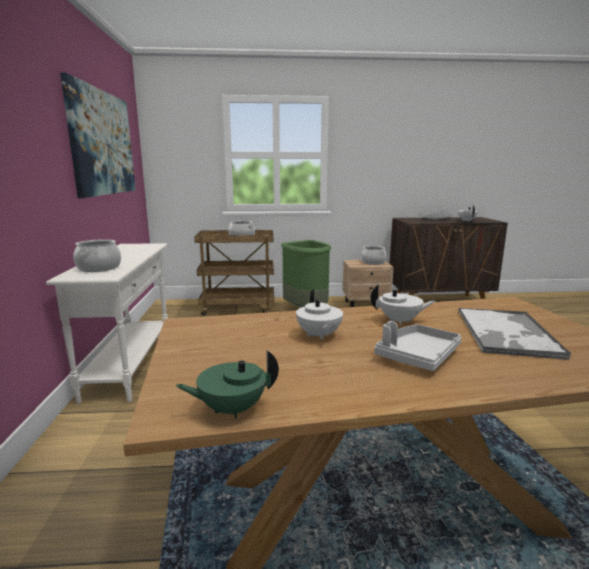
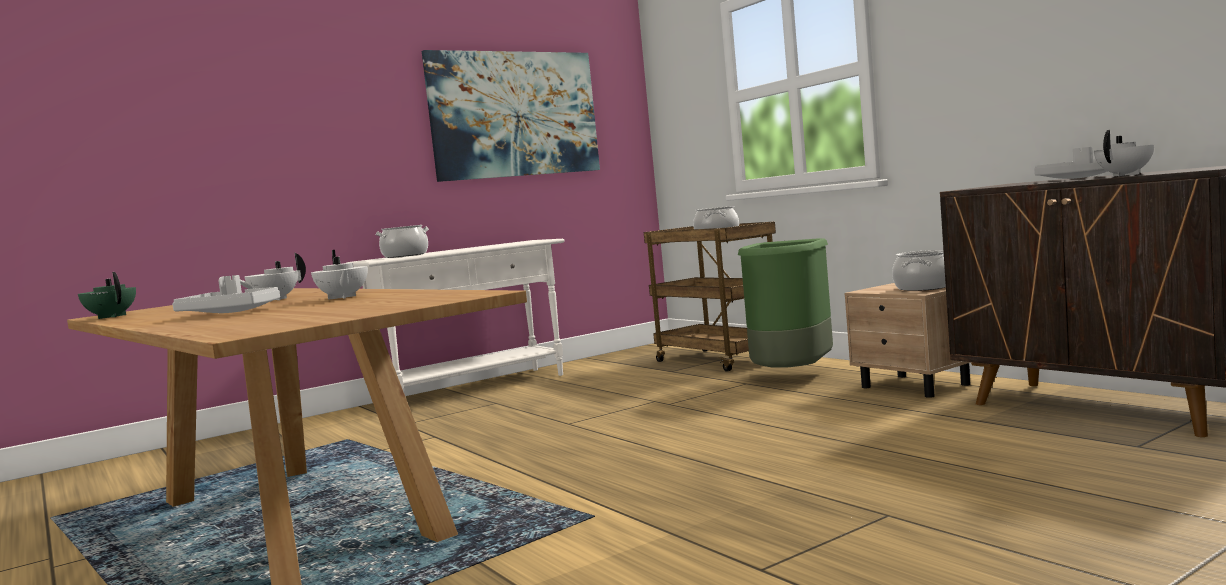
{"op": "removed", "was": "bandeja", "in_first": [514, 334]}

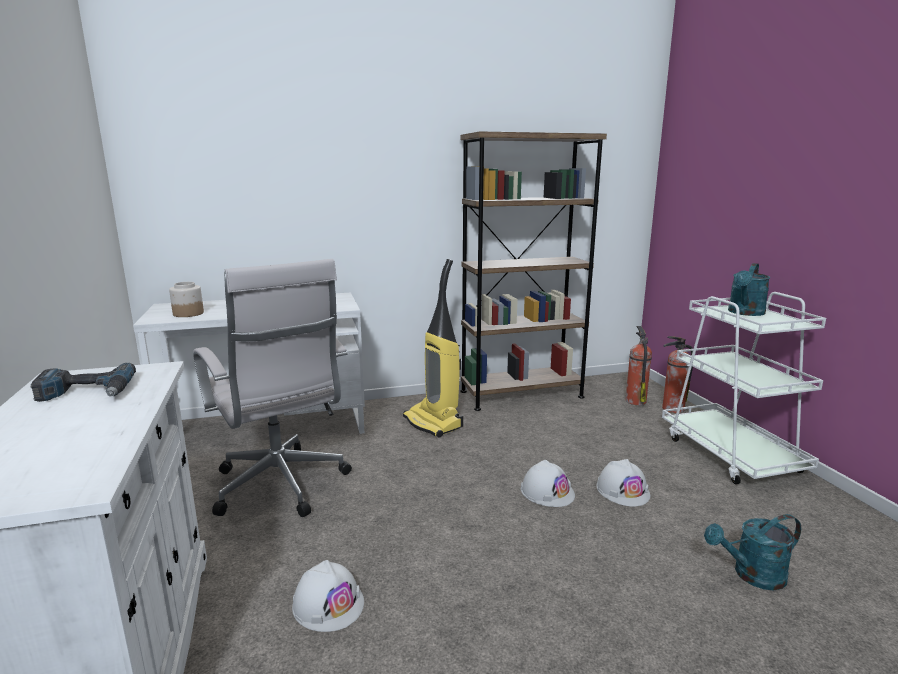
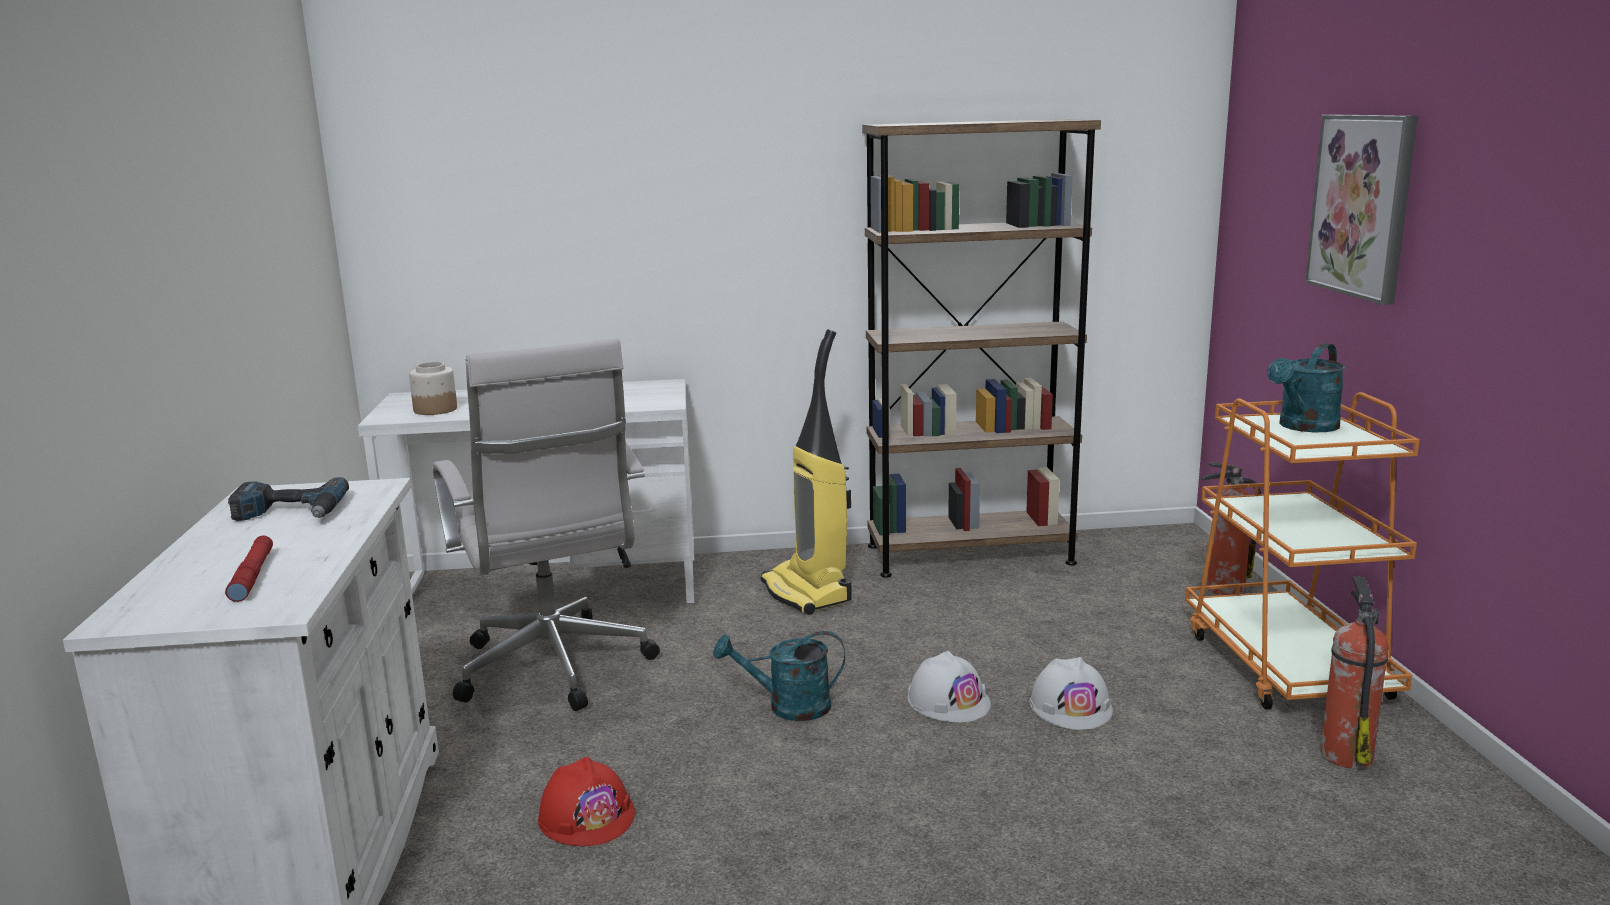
{"op": "recoloured", "was": "carrito [blanco]", "now": "carrito [naranja]", "in_first": [744, 388], "in_second": [1302, 551]}
{"op": "moved", "was": "extintor", "in_first": [638, 365], "in_second": [1354, 672]}
{"op": "moved", "was": "regadera [turquesa]", "in_first": [752, 552], "in_second": [779, 676]}
{"op": "recoloured", "was": "casco [blanco]", "now": "casco [rojo]", "in_first": [328, 596], "in_second": [586, 801]}
{"op": "added", "now": "cuadro", "in_second": [1361, 210]}
{"op": "added", "now": "linterna [rojo]", "in_second": [249, 569]}

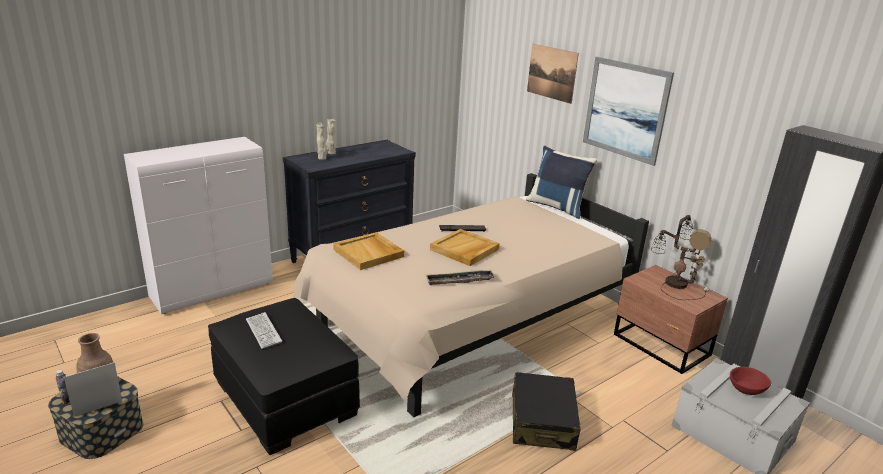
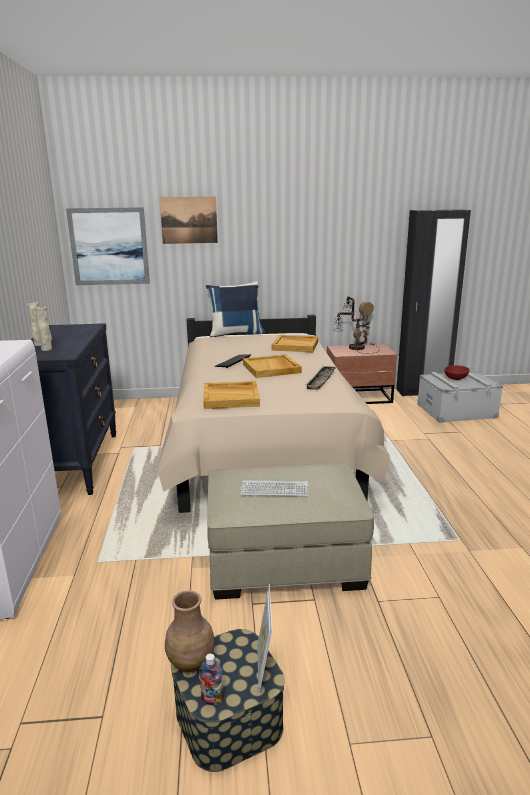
{"op": "moved", "was": "cuadro", "in_first": [628, 111], "in_second": [108, 246]}
{"op": "recoloured", "was": "puf [negro]", "now": "puf [beis]", "in_first": [284, 376], "in_second": [290, 532]}
{"op": "removed", "was": "maleta [negro]", "in_first": [546, 411]}
{"op": "added", "now": "bandeja [beis]", "in_second": [294, 343]}

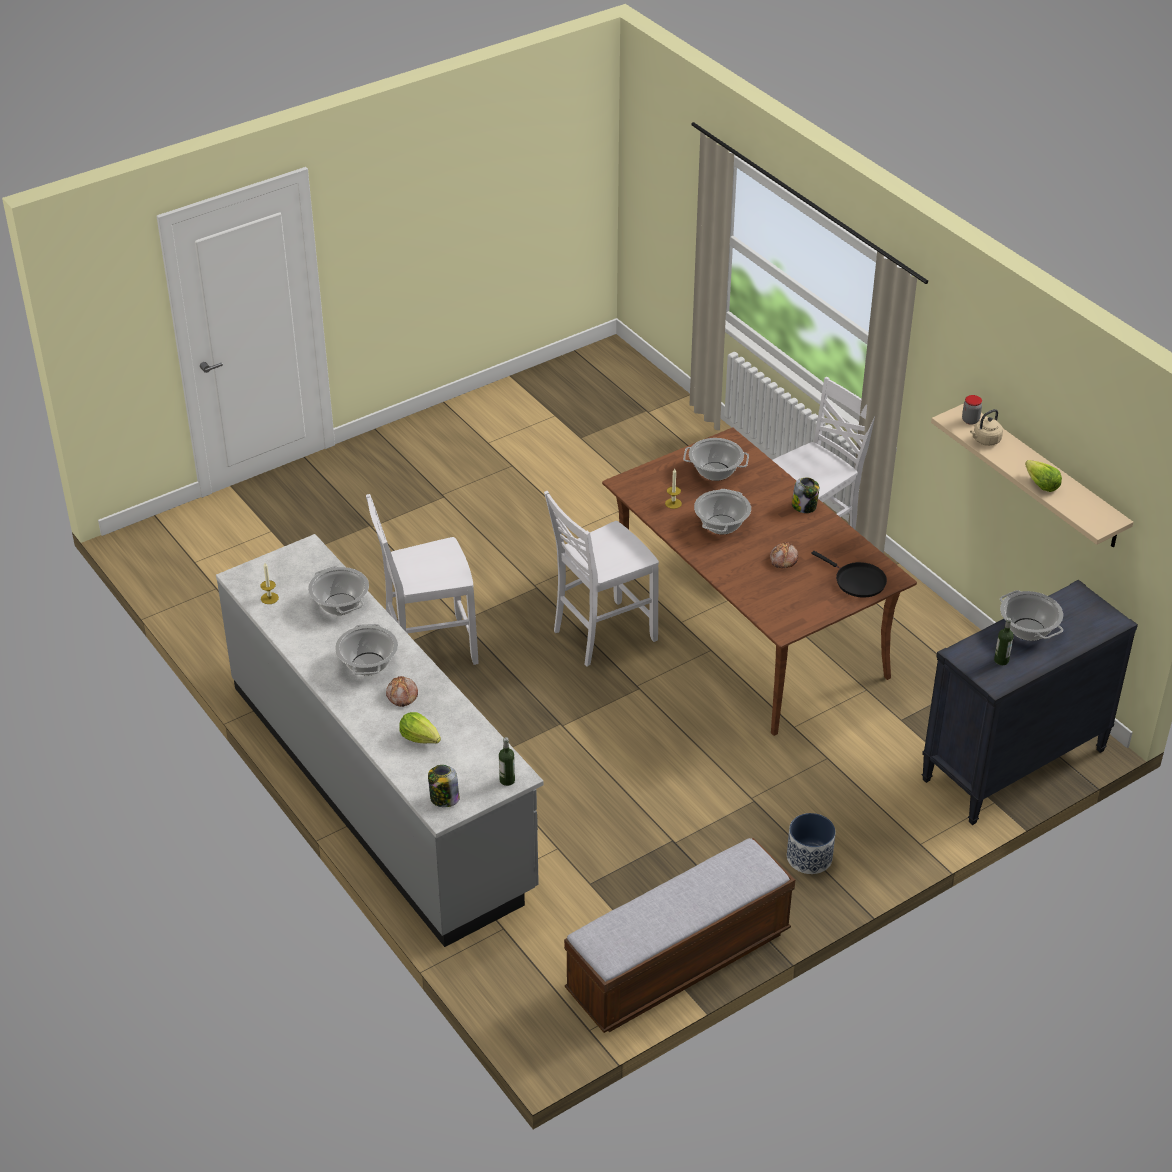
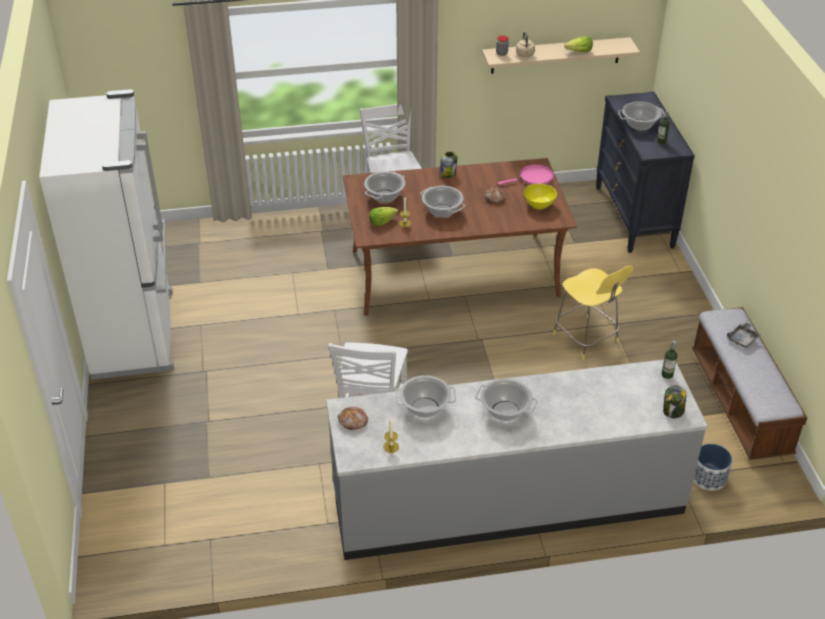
{"op": "removed", "was": "silla [blanco]", "in_first": [601, 579]}
{"op": "recoloured", "was": "sartén [negro]", "now": "sartén [rosa]", "in_first": [849, 574], "in_second": [526, 174]}
{"op": "moved", "was": "pan", "in_first": [402, 691], "in_second": [353, 418]}
{"op": "moved", "was": "lechuga", "in_first": [420, 727], "in_second": [383, 216]}
{"op": "moved", "was": "maceta", "in_first": [811, 843], "in_second": [712, 467]}
{"op": "added", "now": "nevera [blanco]", "in_second": [106, 234]}
{"op": "added", "now": "cuenco [amarillo]", "in_second": [540, 196]}
{"op": "added", "now": "taburete [amarillo]", "in_second": [593, 312]}
{"op": "added", "now": "bandeja [gris]", "in_second": [744, 335]}

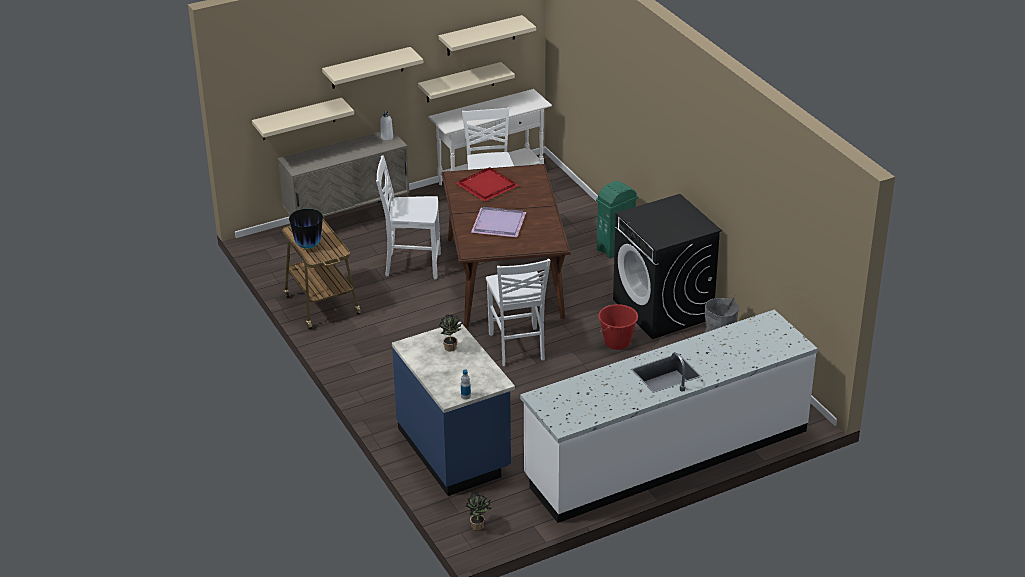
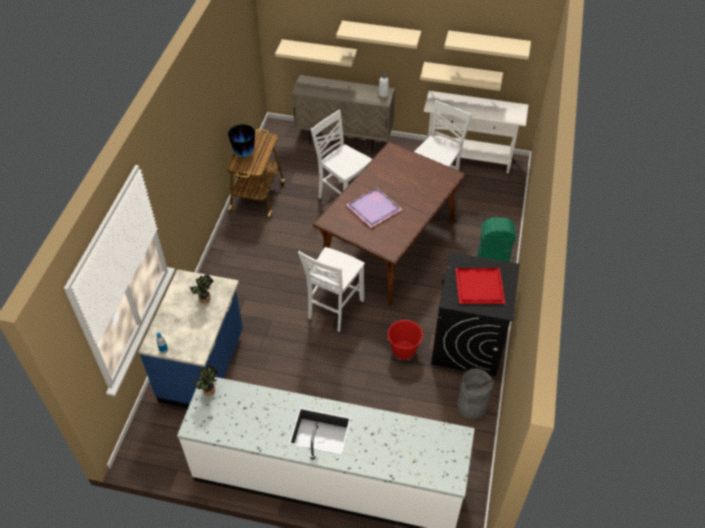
{"op": "moved", "was": "bandeja [rojo]", "in_first": [487, 184], "in_second": [480, 286]}
{"op": "moved", "was": "planta en maceta", "in_first": [478, 512], "in_second": [205, 380]}

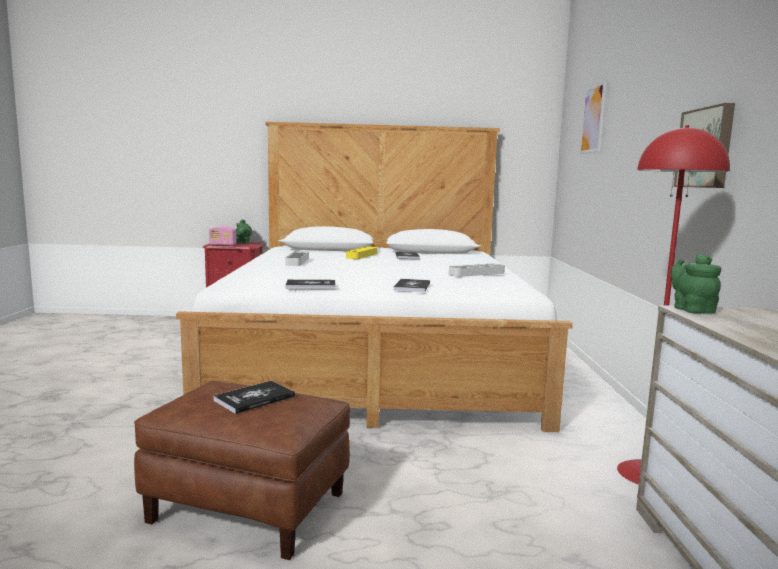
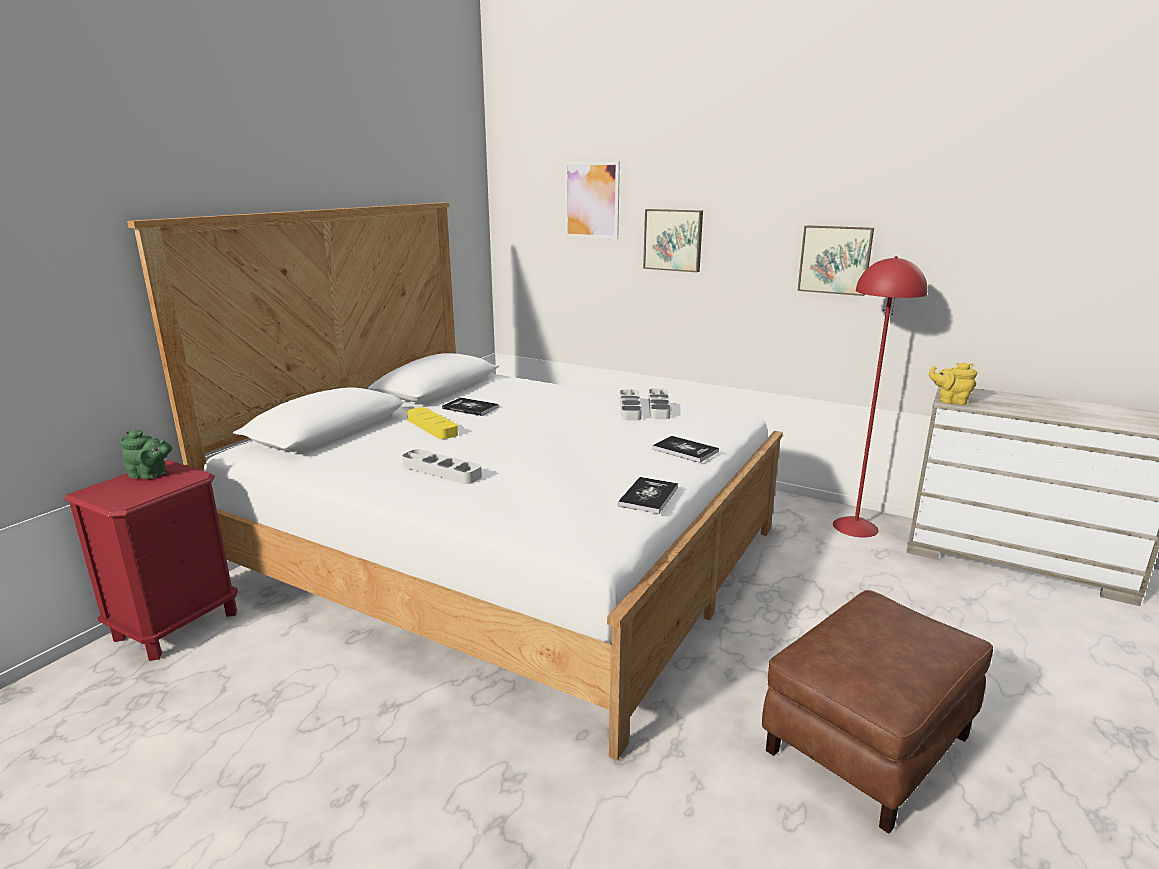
{"op": "removed", "was": "radio", "in_first": [222, 236]}
{"op": "recoloured", "was": "tetera [verde]", "now": "tetera [amarillo]", "in_first": [696, 283], "in_second": [953, 383]}
{"op": "removed", "was": "libro", "in_first": [254, 397]}
{"op": "added", "now": "cuadro", "in_second": [673, 240]}
{"op": "added", "now": "bandeja [gris]", "in_second": [659, 404]}

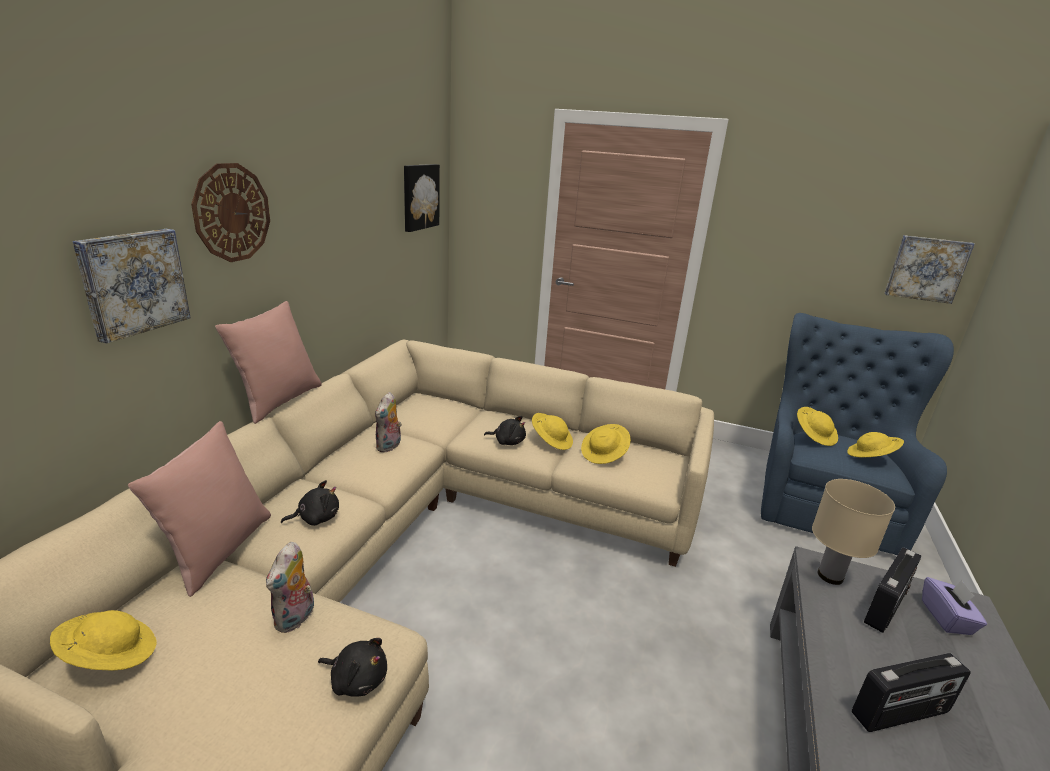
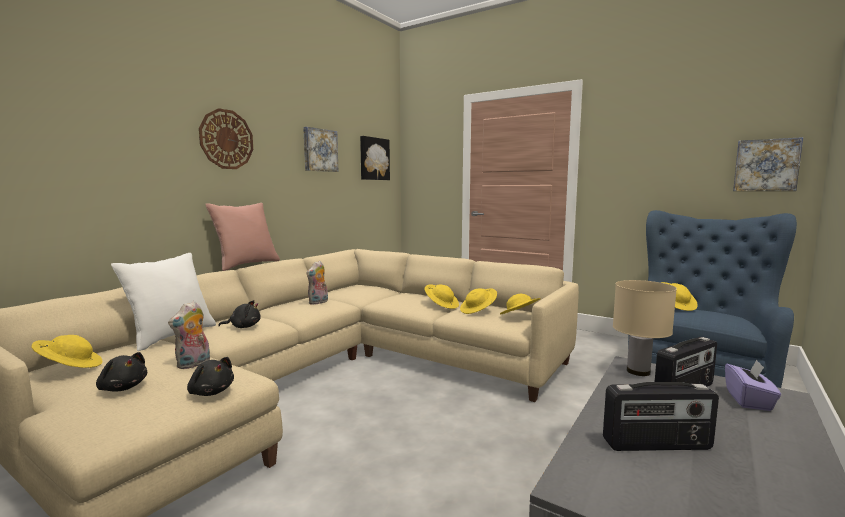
{"op": "moved", "was": "cuadro", "in_first": [131, 286], "in_second": [320, 149]}
{"op": "moved", "was": "peluche [negro]", "in_first": [505, 430], "in_second": [121, 371]}
{"op": "recoloured", "was": "cojín [rosa]", "now": "cojín [blanco]", "in_first": [199, 509], "in_second": [163, 302]}
{"op": "moved", "was": "sombrero [amarillo]", "in_first": [875, 445], "in_second": [520, 304]}

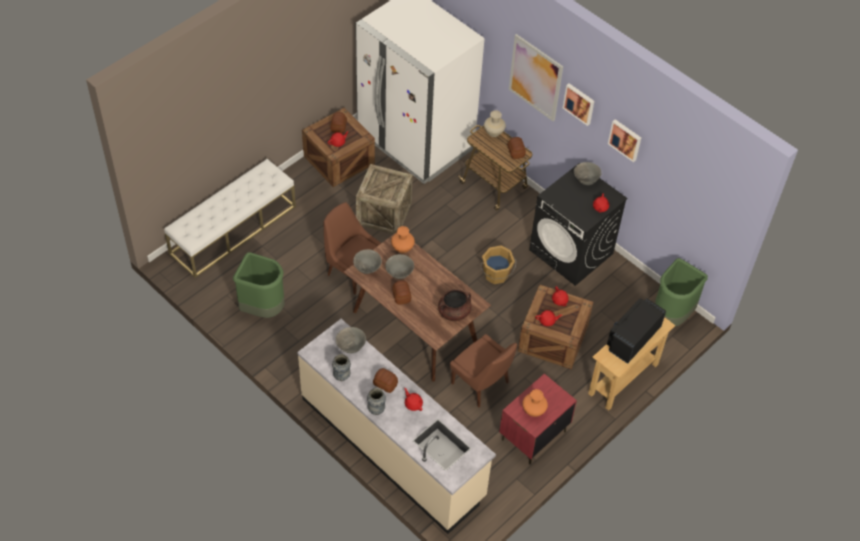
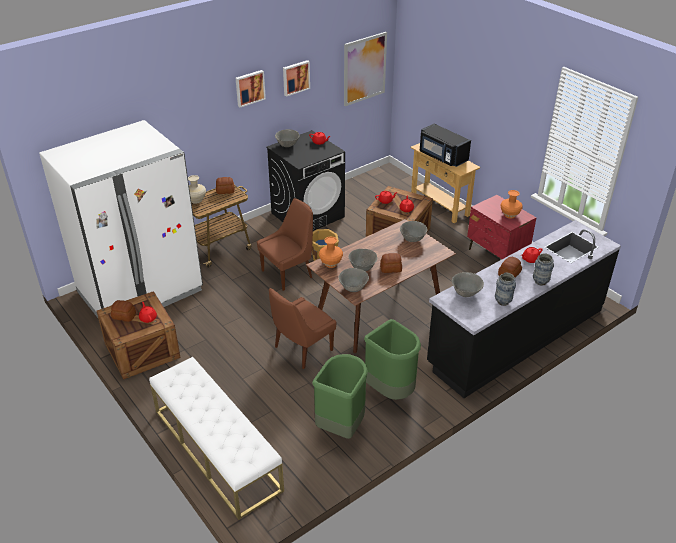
{"op": "moved", "was": "cuadro", "in_first": [536, 77], "in_second": [365, 69]}
{"op": "removed", "was": "caja de embalaje", "in_first": [384, 199]}
{"op": "moved", "was": "papelera [verde]", "in_first": [681, 292], "in_second": [392, 359]}
{"op": "replaced", "was": "olla [marrón]", "now": "cuenco [gris]", "in_first": [454, 305], "in_second": [414, 231]}
{"op": "recoloured", "was": "mueble bajo de cocina [beis]", "now": "mueble bajo de cocina [negro]", "in_first": [396, 426], "in_second": [524, 309]}
{"op": "moved", "was": "silla [marrón]", "in_first": [483, 371], "in_second": [285, 244]}

